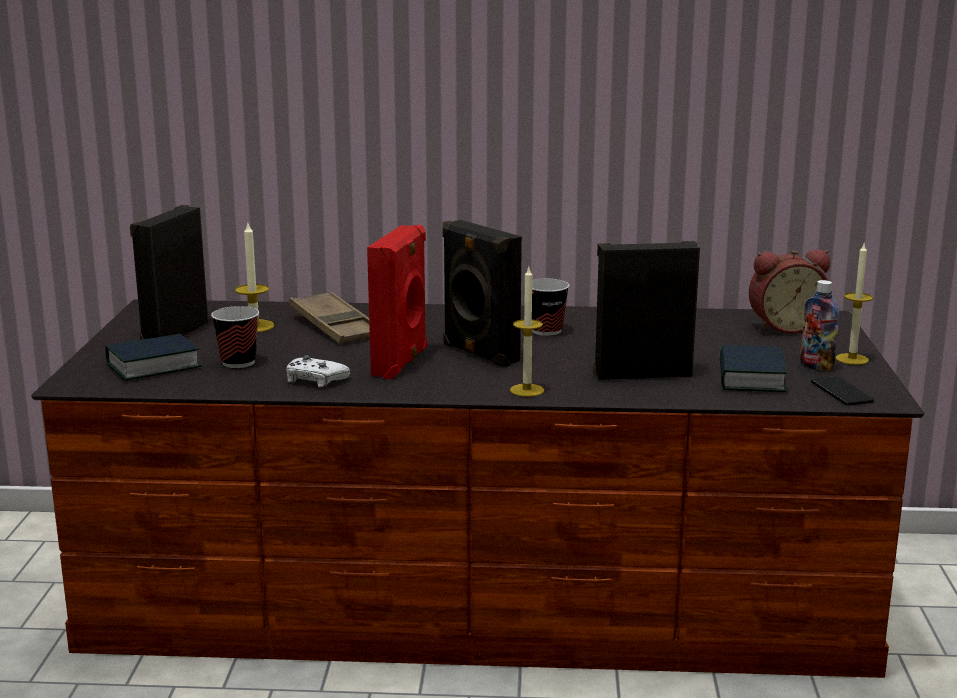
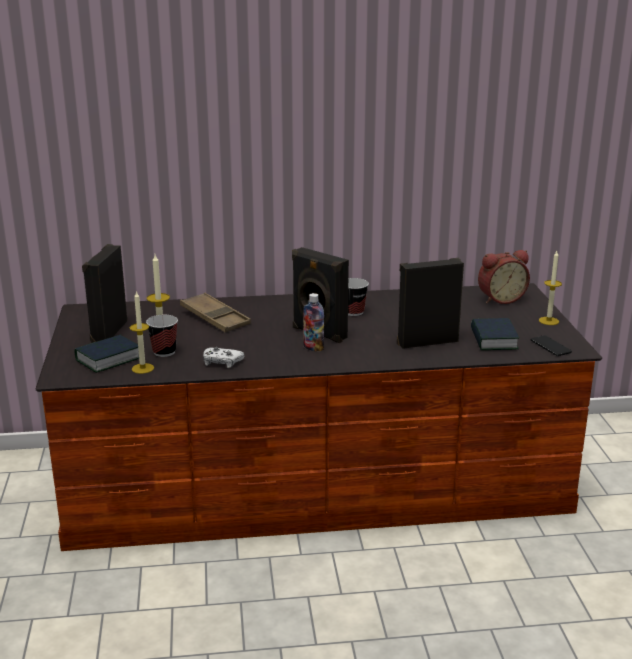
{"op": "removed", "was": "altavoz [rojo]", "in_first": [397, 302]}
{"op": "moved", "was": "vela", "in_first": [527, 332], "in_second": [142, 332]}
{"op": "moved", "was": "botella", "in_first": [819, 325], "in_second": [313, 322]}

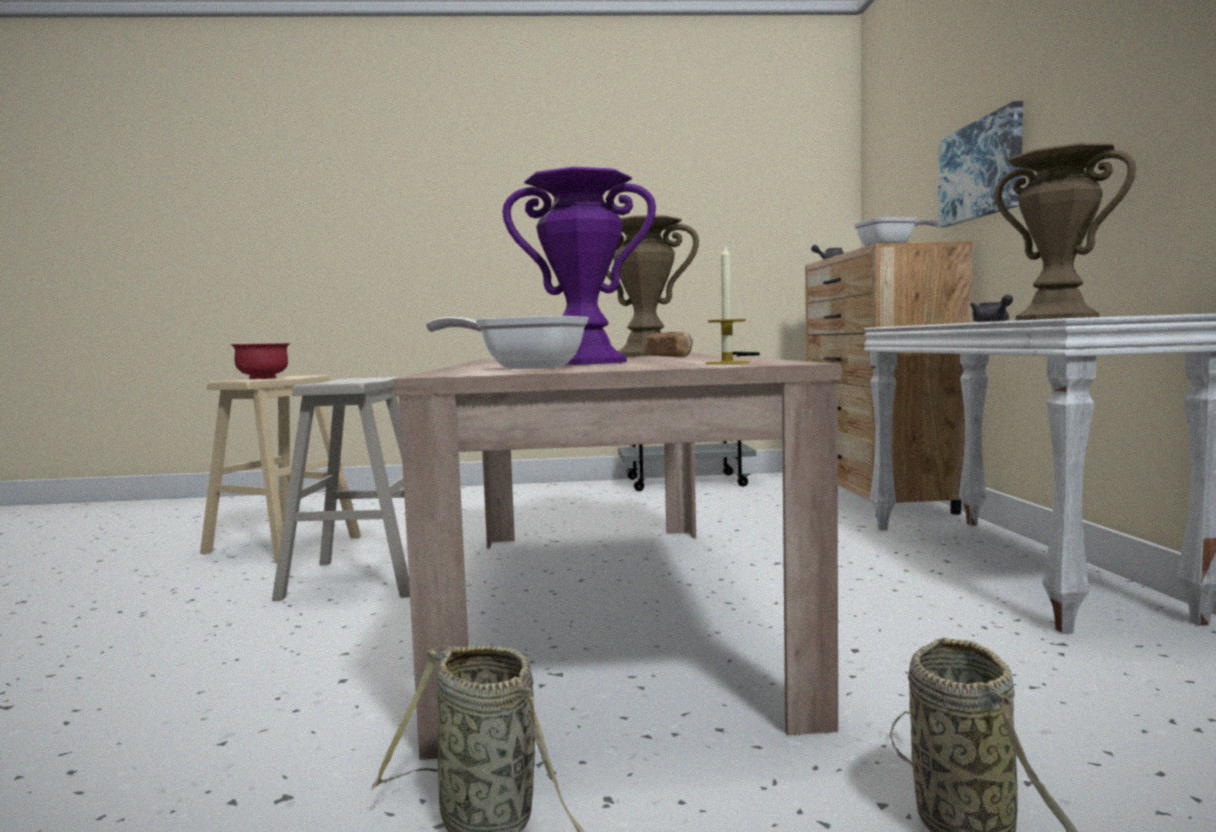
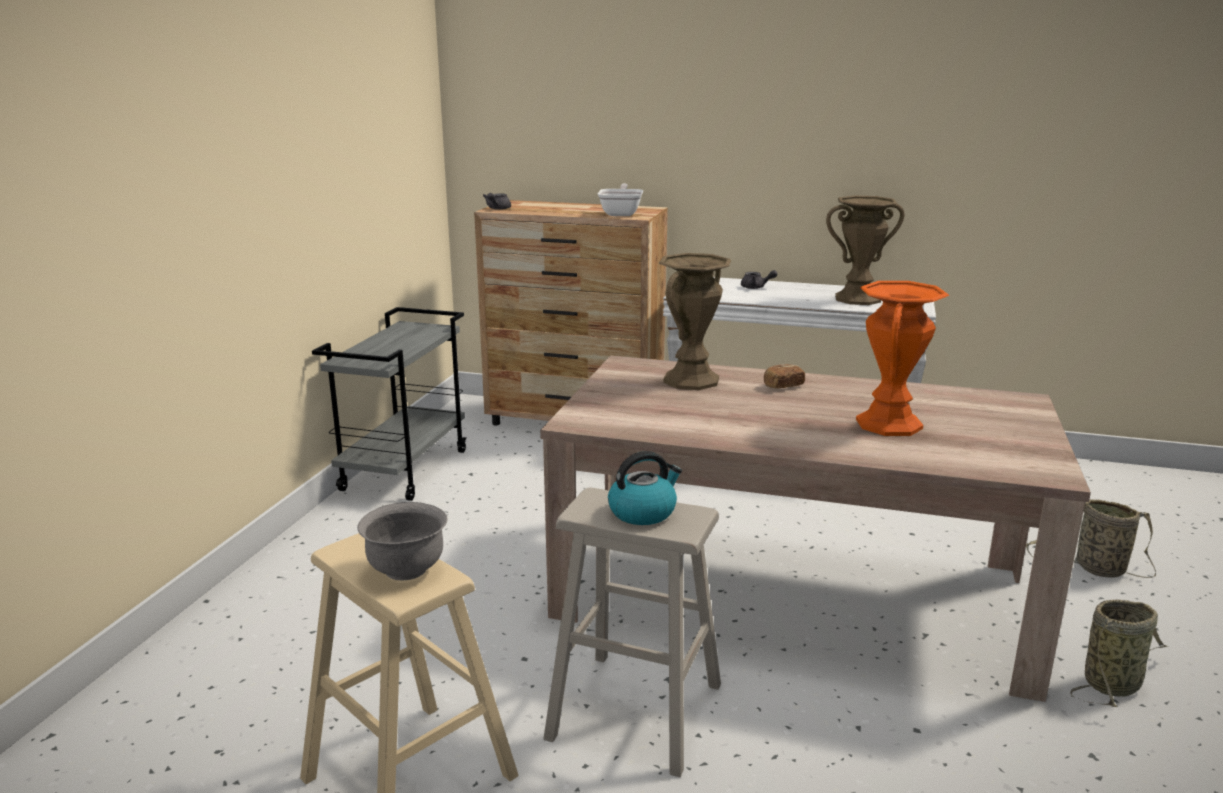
{"op": "removed", "was": "cuadro", "in_first": [980, 164]}
{"op": "recoloured", "was": "florero [morado]", "now": "florero [naranja]", "in_first": [579, 266], "in_second": [902, 358]}
{"op": "removed", "was": "vela", "in_first": [727, 303]}
{"op": "removed", "was": "sartén", "in_first": [507, 342]}
{"op": "recoloured", "was": "cuenco [rojo]", "now": "cuenco [gris]", "in_first": [260, 361], "in_second": [402, 541]}
{"op": "added", "now": "hervidor", "in_second": [645, 488]}

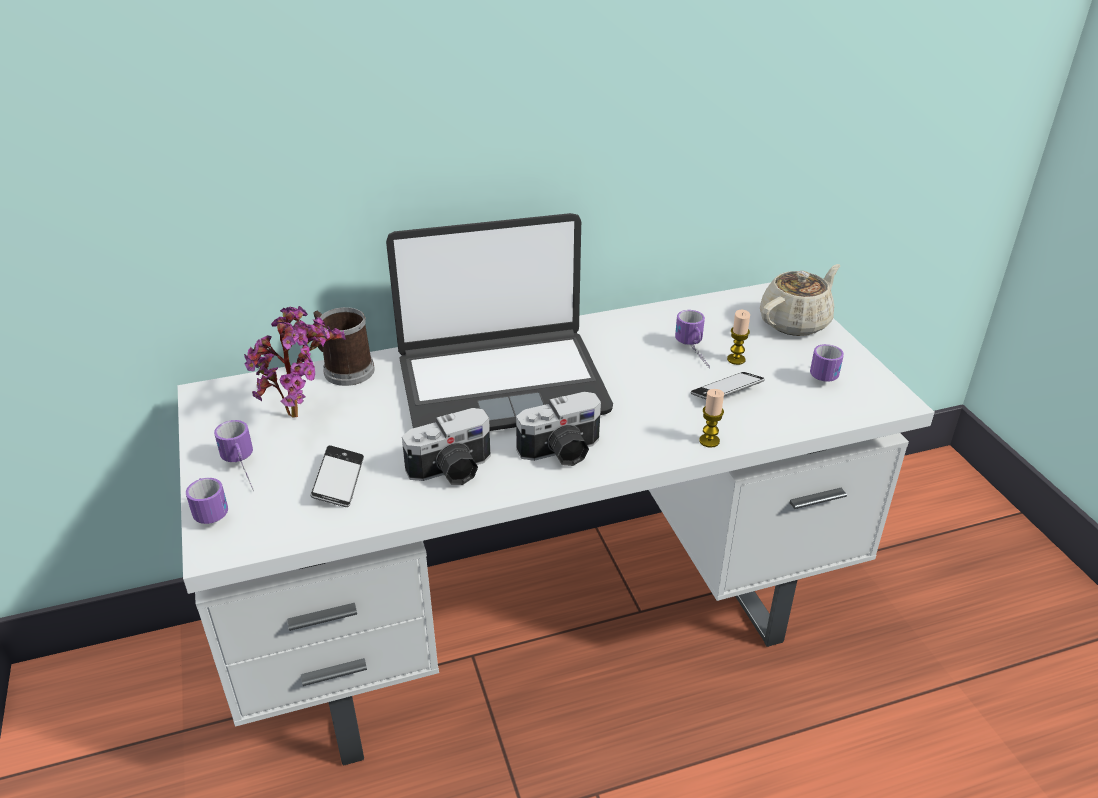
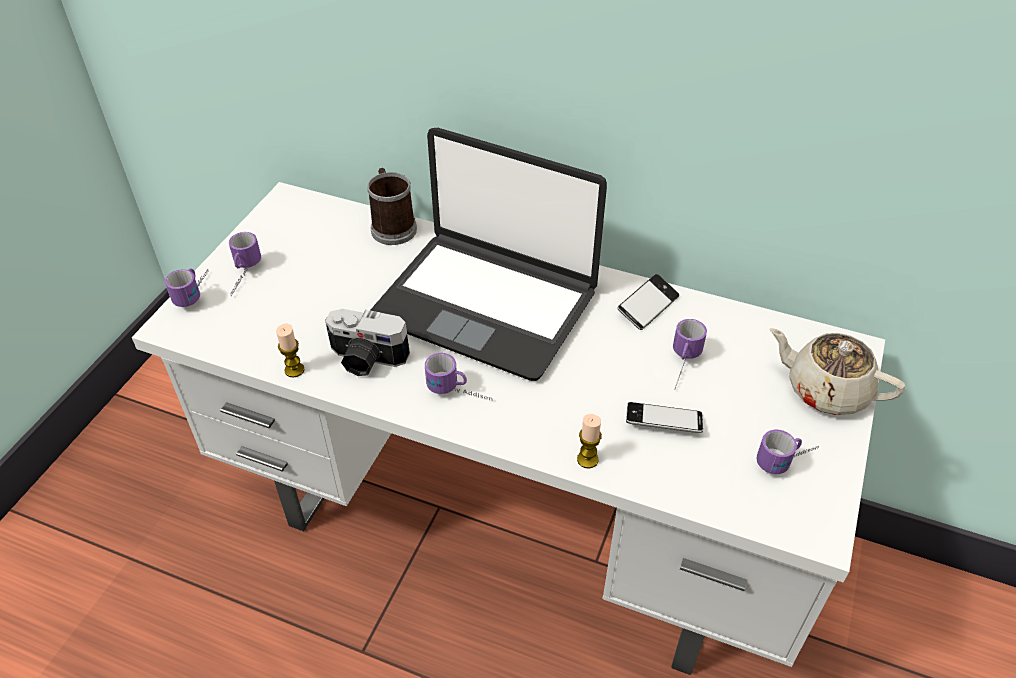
{"op": "turned", "was": "tetera [beis]", "in_first": [800, 300], "in_second": [837, 371], "clockwise": -150}
{"op": "removed", "was": "planta en maceta", "in_first": [295, 361]}
{"op": "moved", "was": "vela", "in_first": [738, 337], "in_second": [290, 350]}
{"op": "replaced", "was": "cámara", "now": "taza grande", "in_first": [558, 429], "in_second": [458, 376]}
{"op": "moved", "was": "móvil", "in_first": [337, 476], "in_second": [648, 302]}

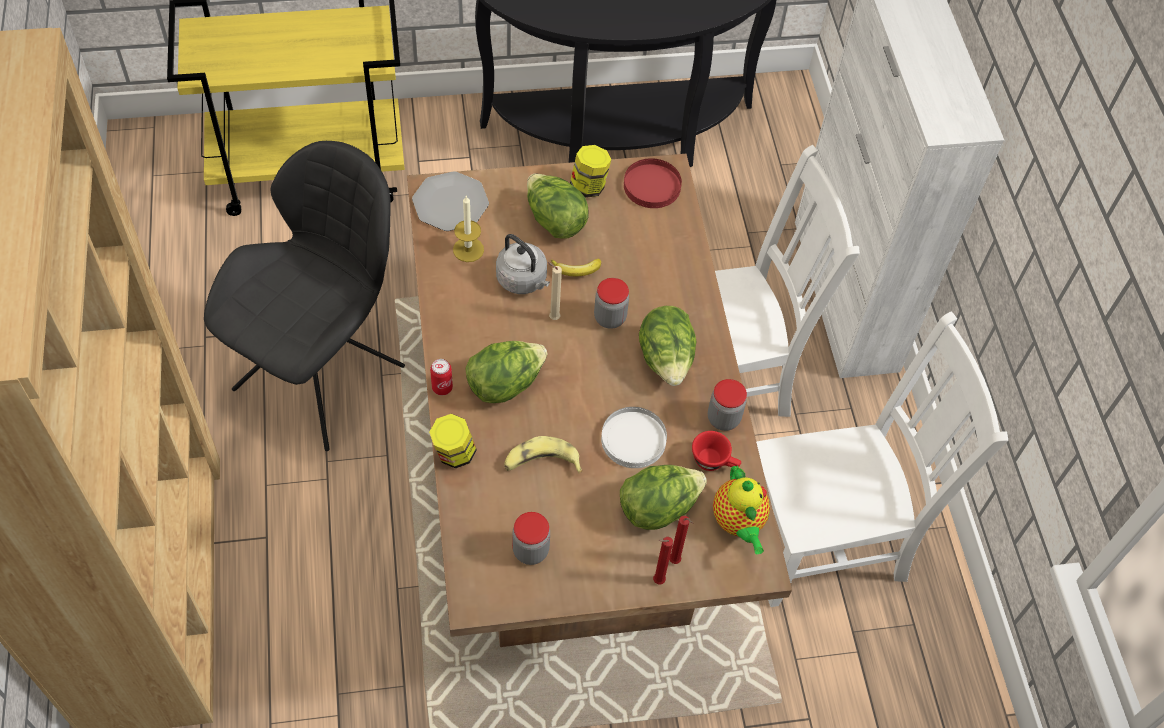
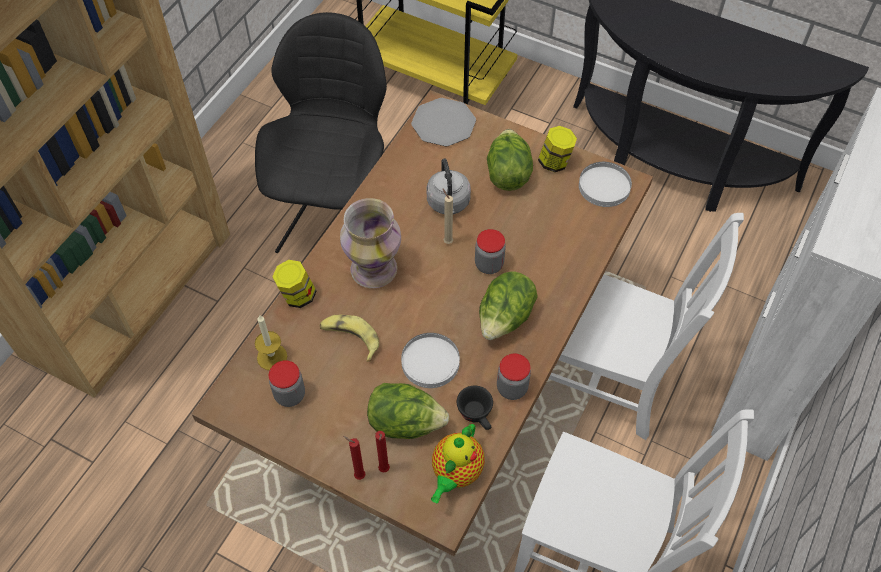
{"op": "turned", "was": "silla [negro]", "in_first": [304, 296], "in_second": [321, 132], "clockwise": -60}
{"op": "recoloured", "was": "plato [rojo]", "now": "plato [blanco]", "in_first": [653, 183], "in_second": [605, 184]}
{"op": "moved", "was": "vela", "in_first": [468, 229], "in_second": [271, 342]}
{"op": "removed", "was": "plátano", "in_first": [576, 267]}
{"op": "replaced", "was": "lechuga", "now": "florero", "in_first": [506, 372], "in_second": [370, 243]}
{"op": "removed", "was": "lata", "in_first": [441, 377]}
{"op": "recoloured", "was": "taza [rojo]", "now": "taza [negro]", "in_first": [716, 451], "in_second": [475, 407]}

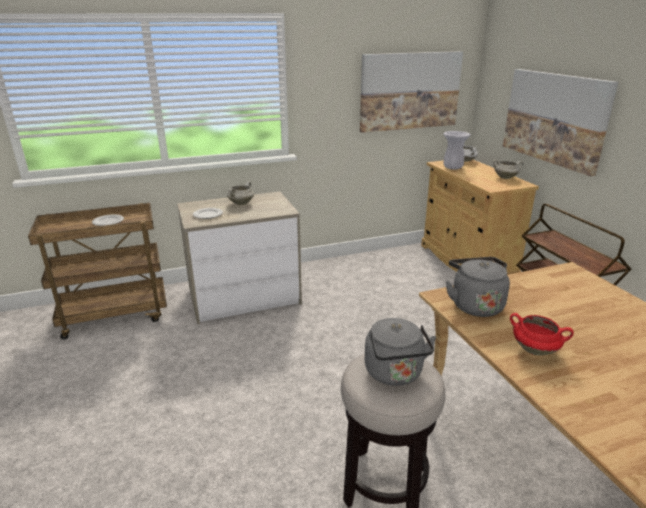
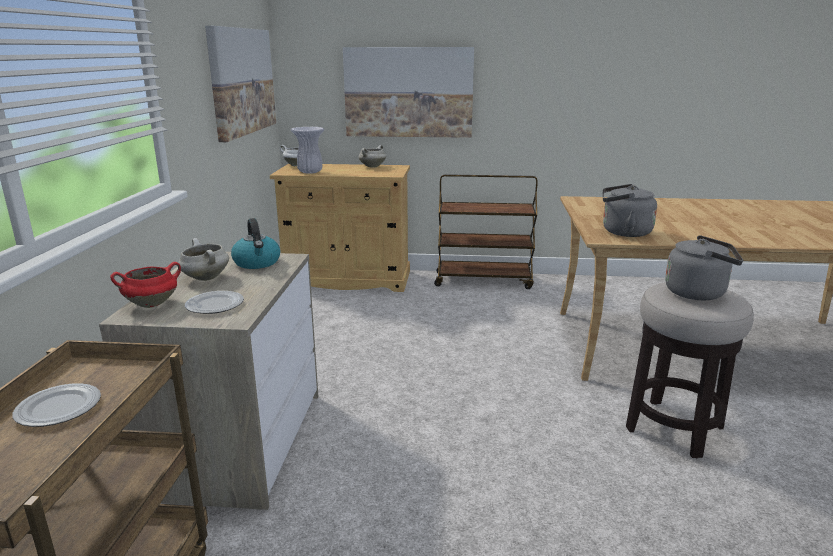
{"op": "moved", "was": "olla [rojo]", "in_first": [542, 334], "in_second": [145, 285]}
{"op": "added", "now": "hervidor", "in_second": [255, 243]}

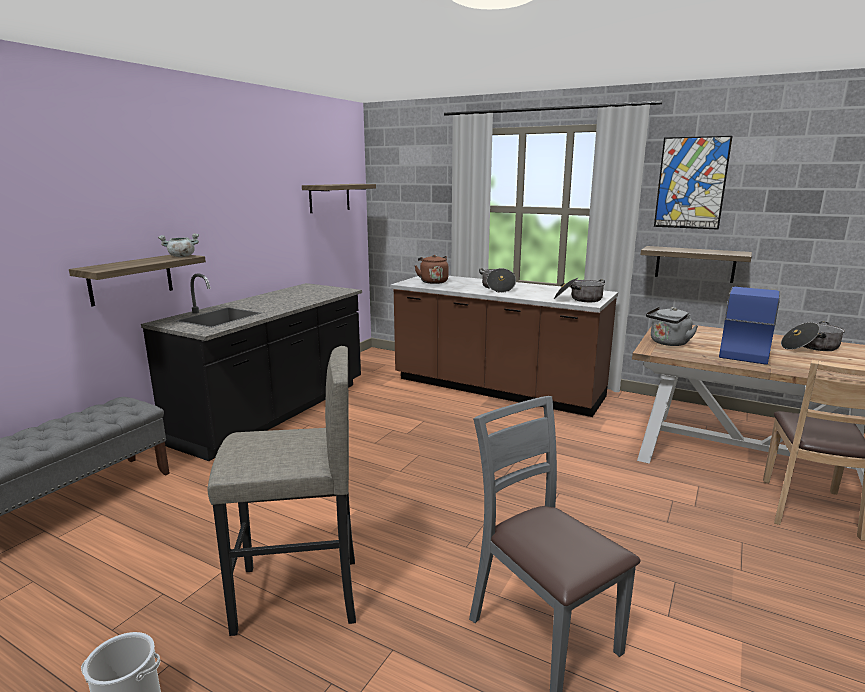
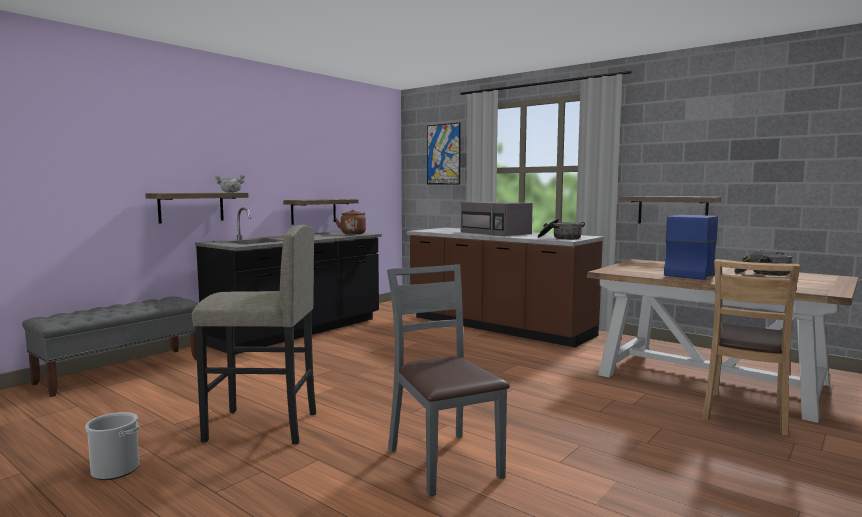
{"op": "moved", "was": "cuadro", "in_first": [693, 183], "in_second": [444, 154]}
{"op": "moved", "was": "estante", "in_first": [339, 198], "in_second": [321, 212]}
{"op": "moved", "was": "hervidor [marrón]", "in_first": [431, 269], "in_second": [350, 222]}
{"op": "replaced", "was": "olla", "now": "microondas [gris]", "in_first": [497, 280], "in_second": [497, 219]}
{"op": "removed", "was": "hervidor [gris]", "in_first": [672, 326]}

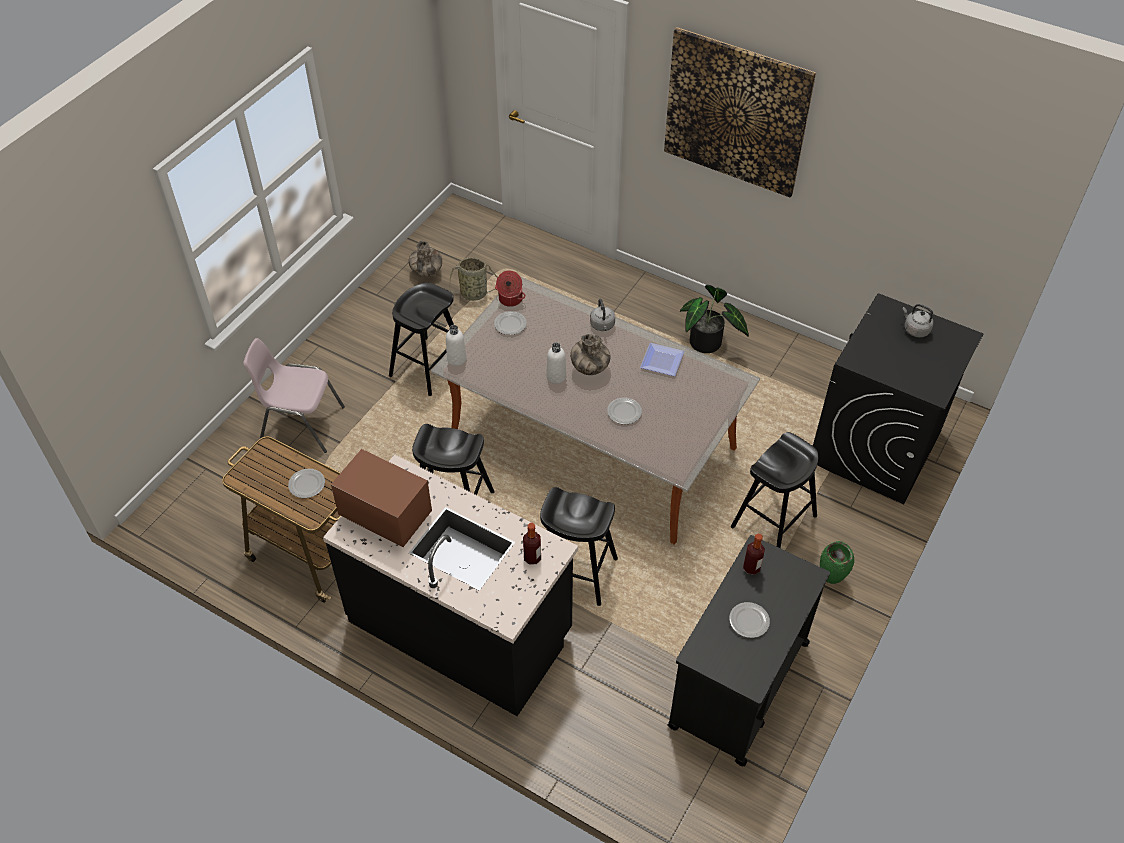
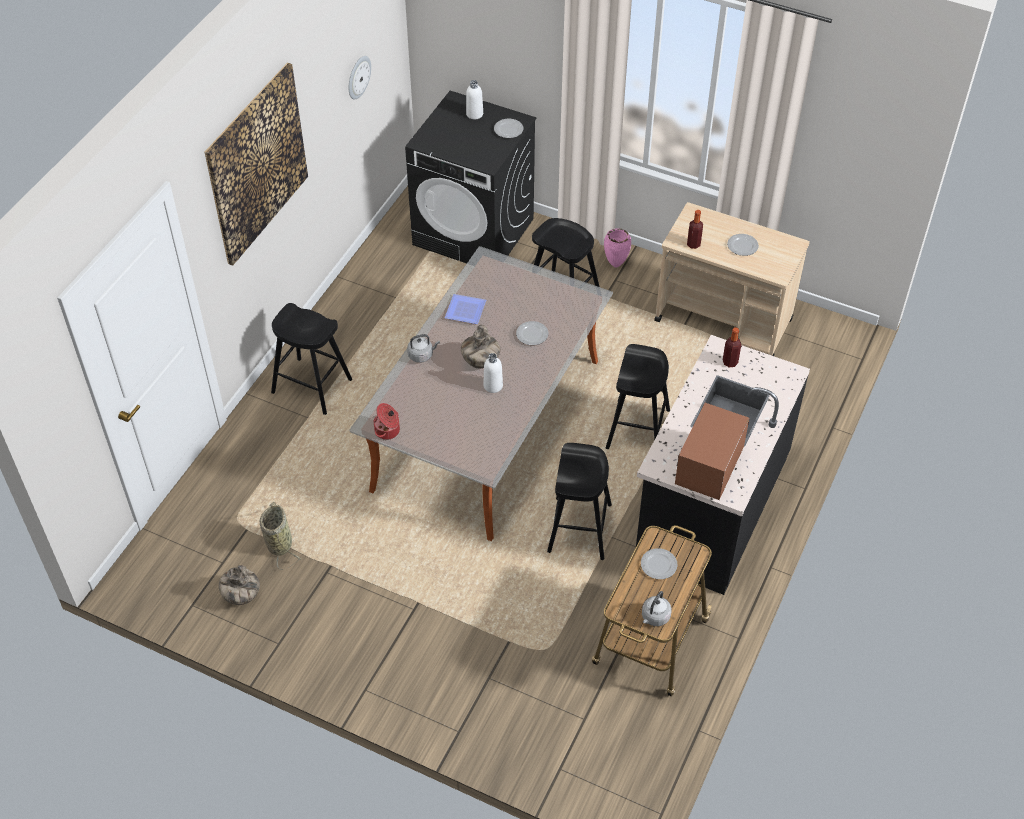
{"op": "moved", "was": "taburete [negro]", "in_first": [421, 339], "in_second": [311, 359]}
{"op": "removed", "was": "planta en maceta", "in_first": [714, 319]}
{"op": "moved", "was": "hervidor [gris]", "in_first": [917, 320], "in_second": [657, 608]}
{"op": "moved", "was": "plato", "in_first": [510, 323], "in_second": [509, 128]}
{"op": "moved", "was": "botella [blanco]", "in_first": [456, 345], "in_second": [474, 99]}
{"op": "removed", "was": "silla [rosa]", "in_first": [294, 395]}
{"op": "recoloured", "was": "carrito [negro]", "now": "carrito [beis]", "in_first": [749, 651], "in_second": [732, 279]}
{"op": "recoloured", "was": "florero [verde]", "now": "florero [rosa]", "in_first": [837, 562], "in_second": [617, 247]}
{"op": "added", "now": "reloj de pared", "in_second": [360, 77]}

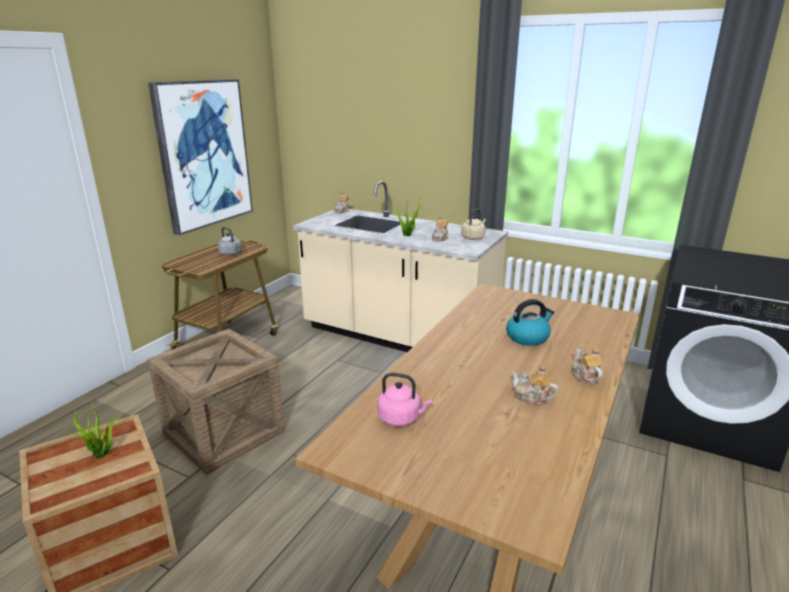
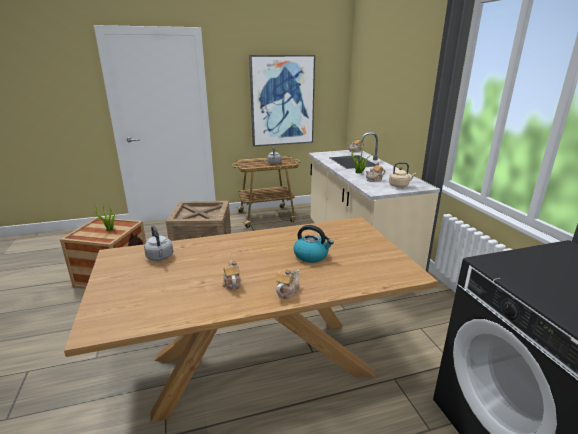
{"op": "recoloured", "was": "hervidor [rosa]", "now": "hervidor [gris]", "in_first": [404, 399], "in_second": [158, 243]}

